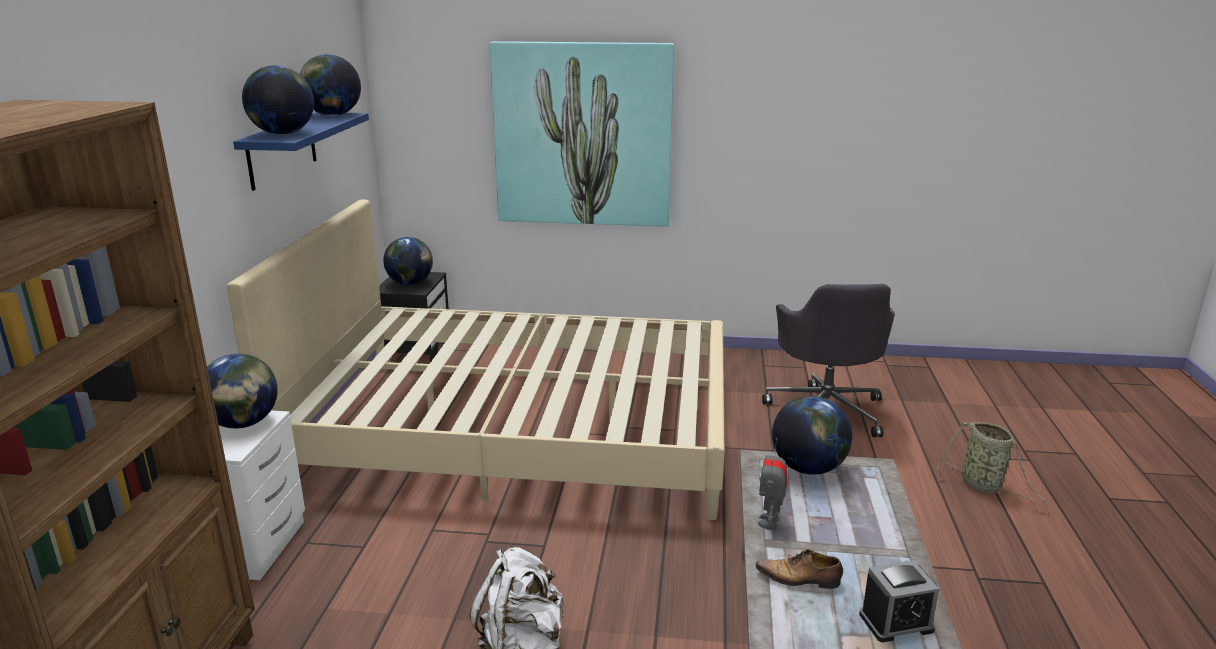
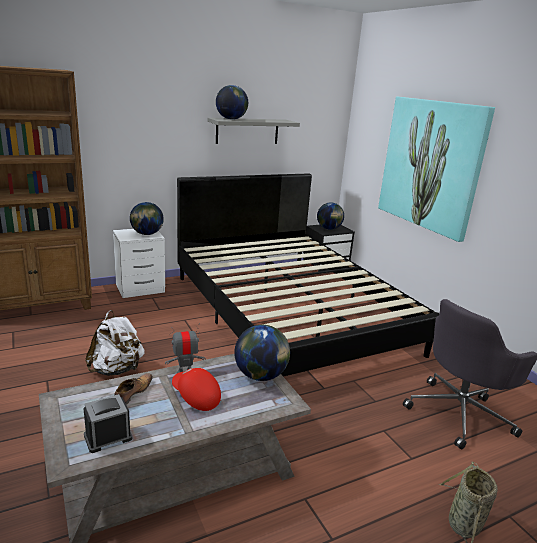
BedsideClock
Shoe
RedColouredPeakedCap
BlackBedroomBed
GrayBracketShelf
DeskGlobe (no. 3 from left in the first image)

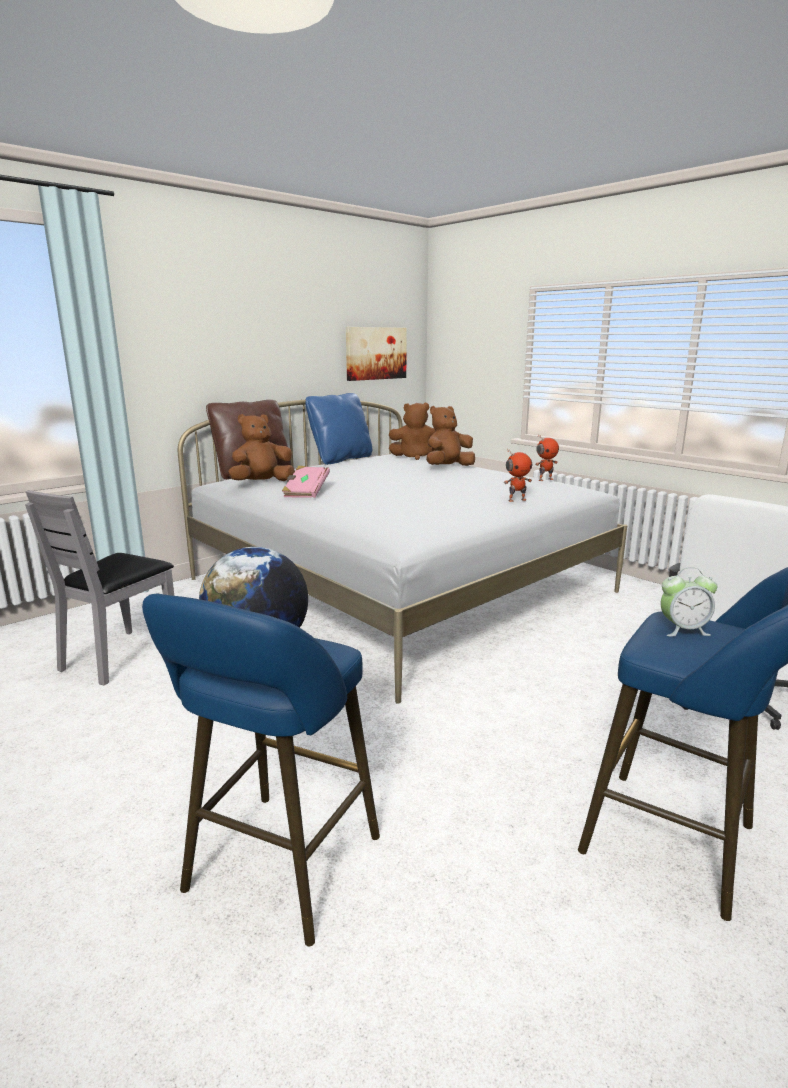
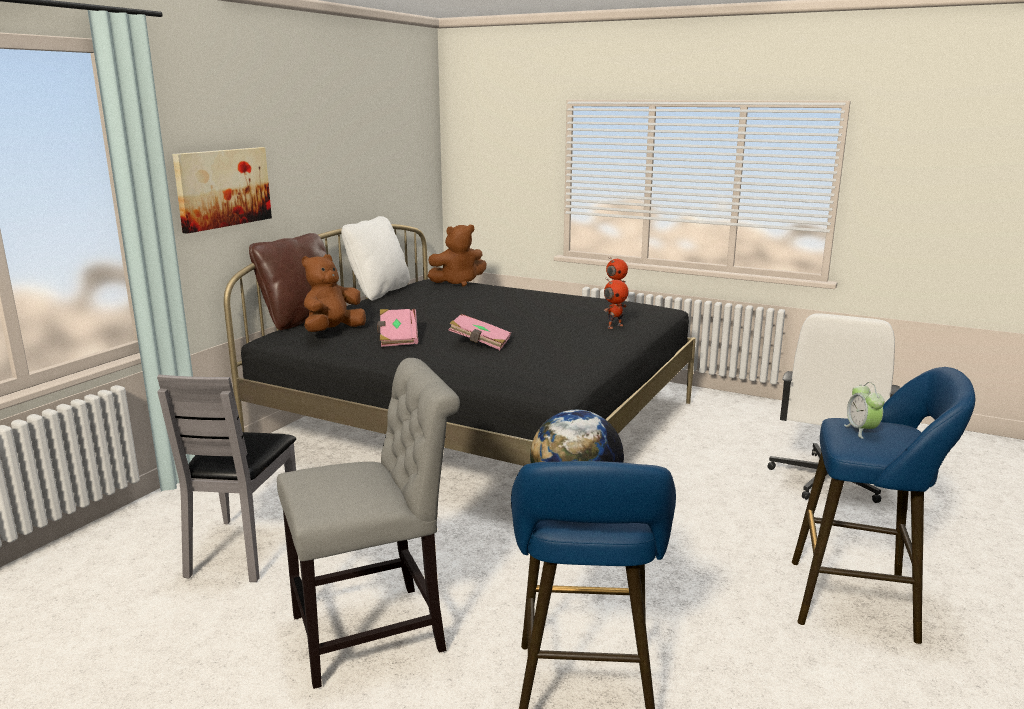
WallPicture
BlackBedroomBed
GrayUprightChair (no. 2 from left)
WhitishPillow
PinkColouredBoundBook (no. 2 from left)
BedsideClock
BrownPlushToy (no. 3 from left in the first image)

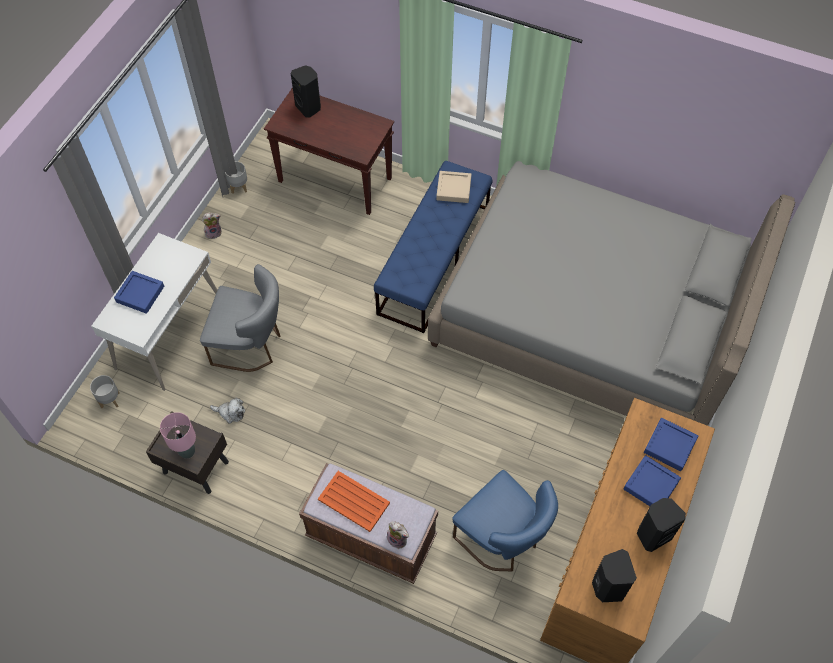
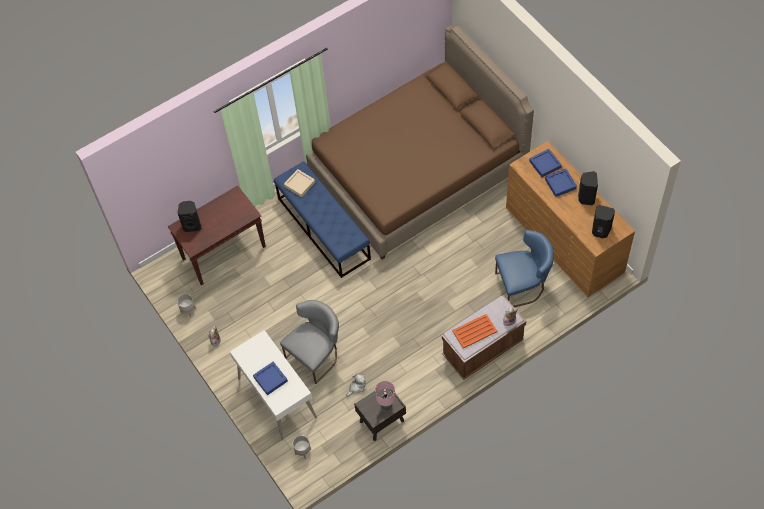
BrownBedroomBed

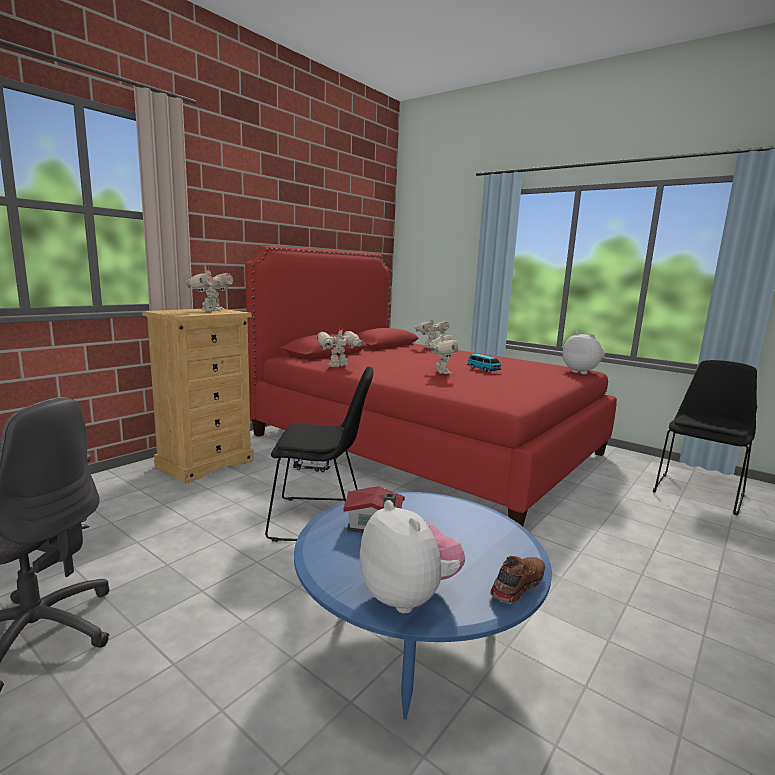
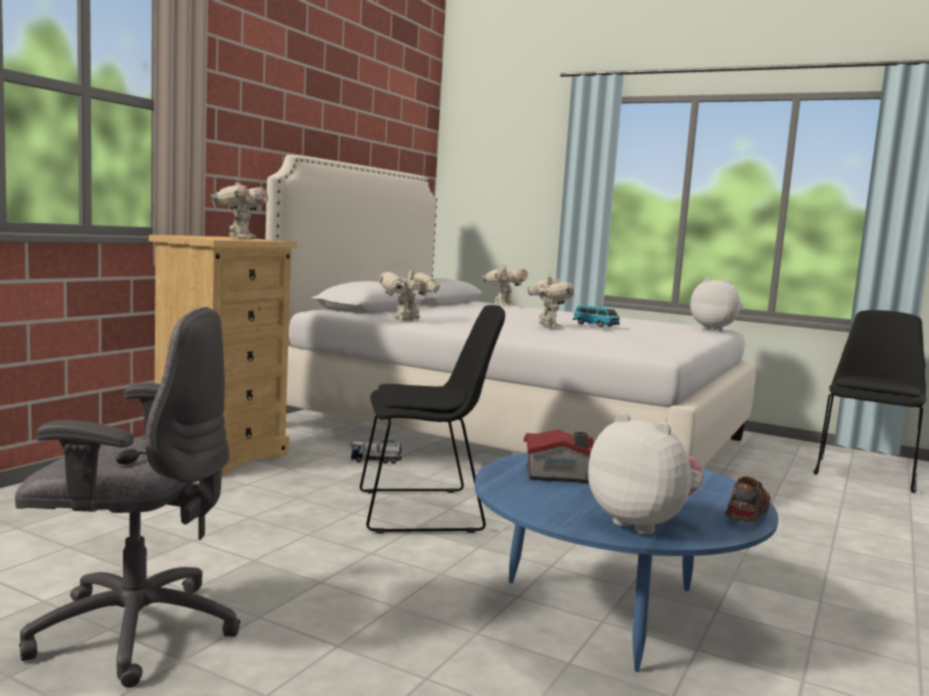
WhitishBedroomBed

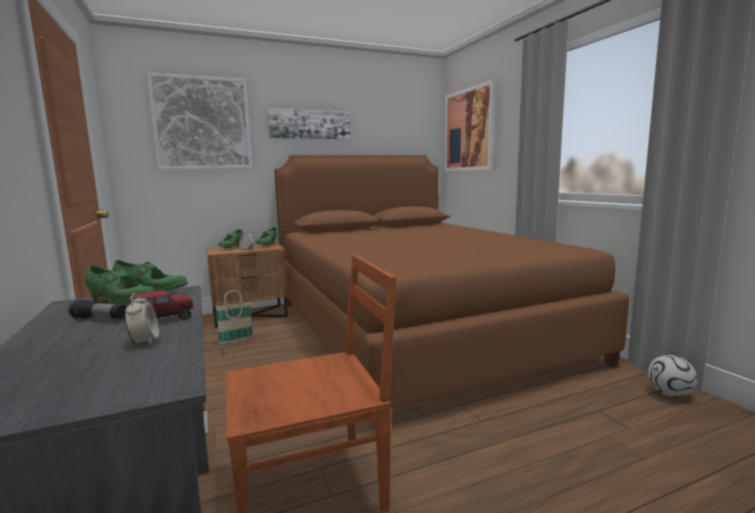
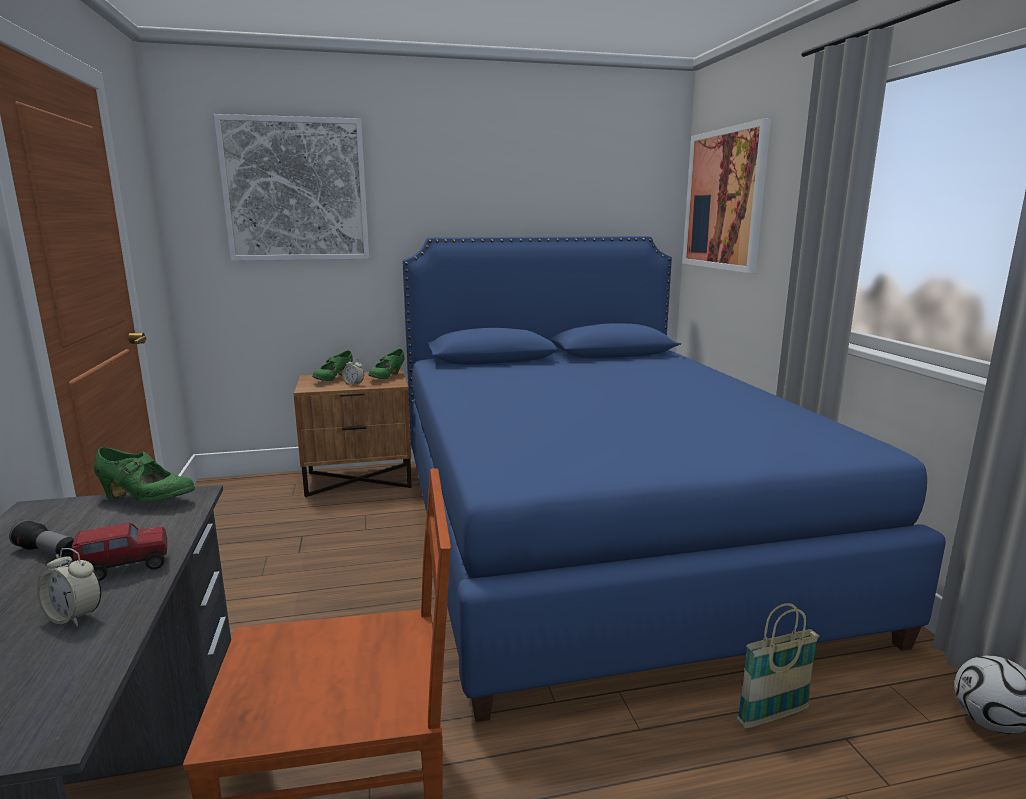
BedsideClock (no. 1 from left)
BlueColouredBedroomBed
StorageBasket
GreenishShoe (no. 1 from left in the first image)
WallPicture (no. 2 from left in the first image)

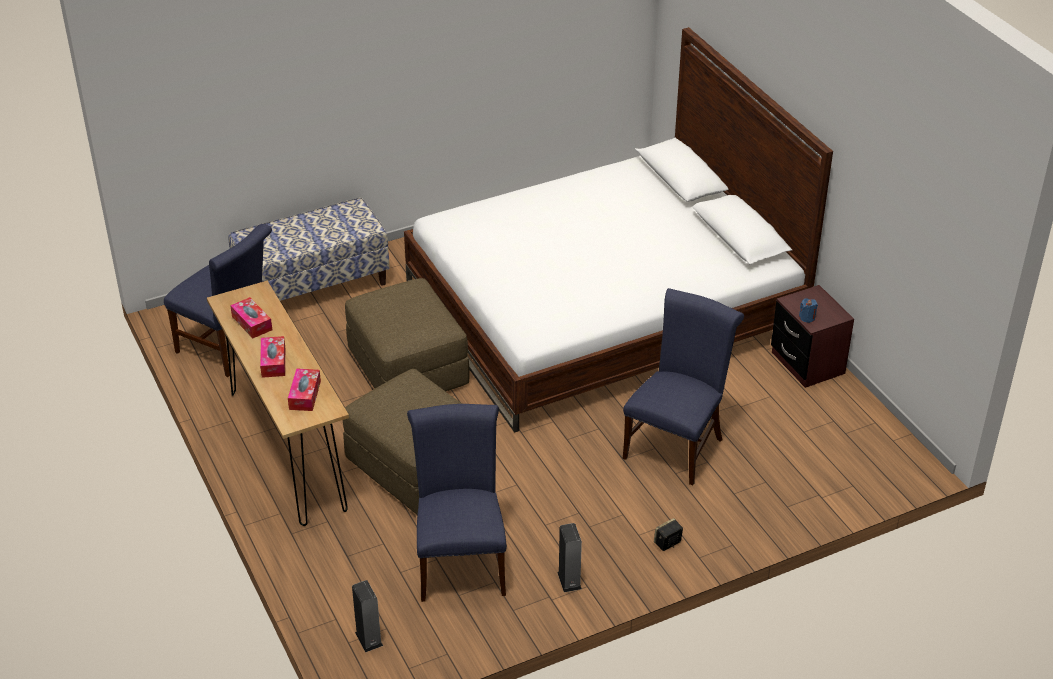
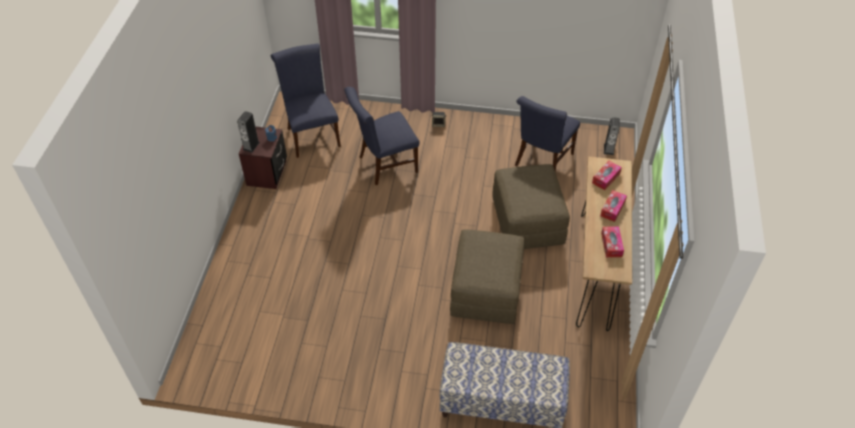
Speaker (no. 1 from left)
BlueColouredUprightChair (no. 1 from left)
BedroomBed

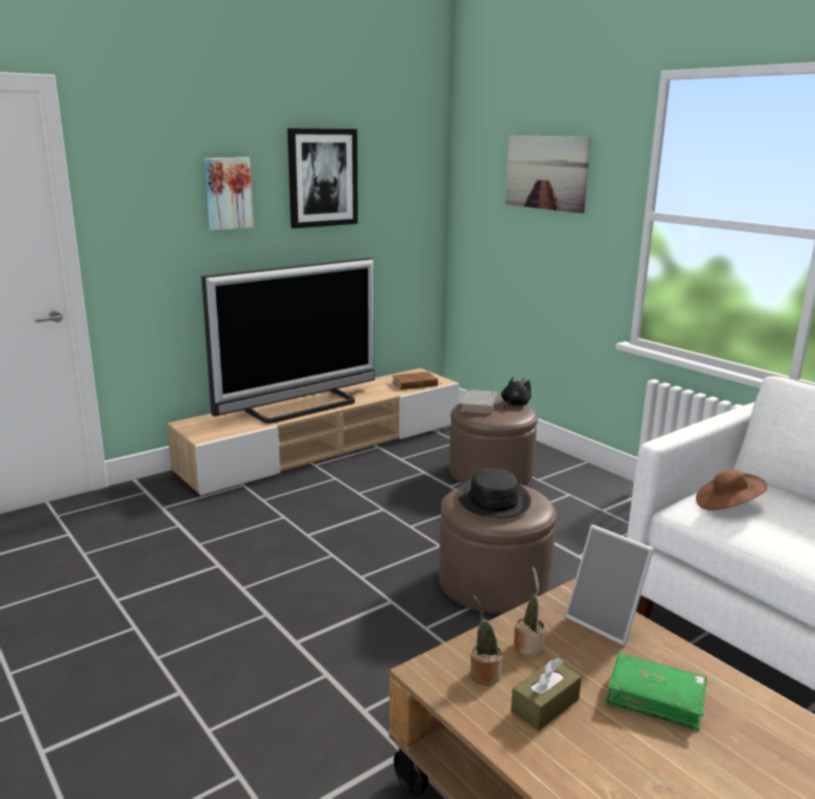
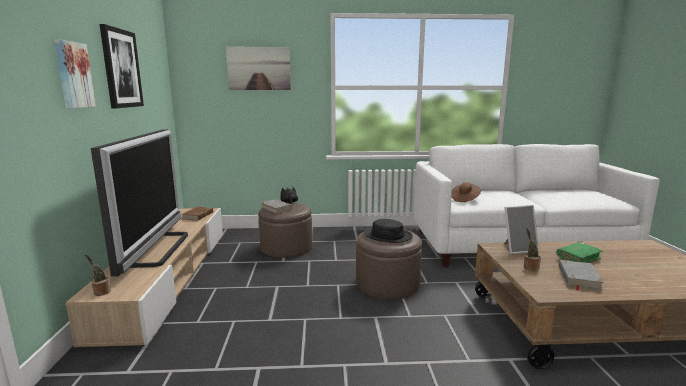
PottedPlant (no. 1 from left)
GrayBoundBook (no. 2 from left)

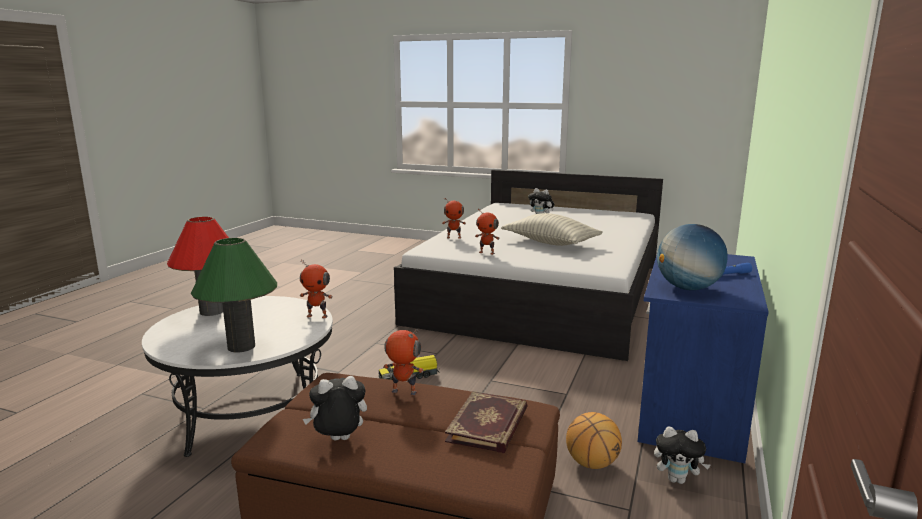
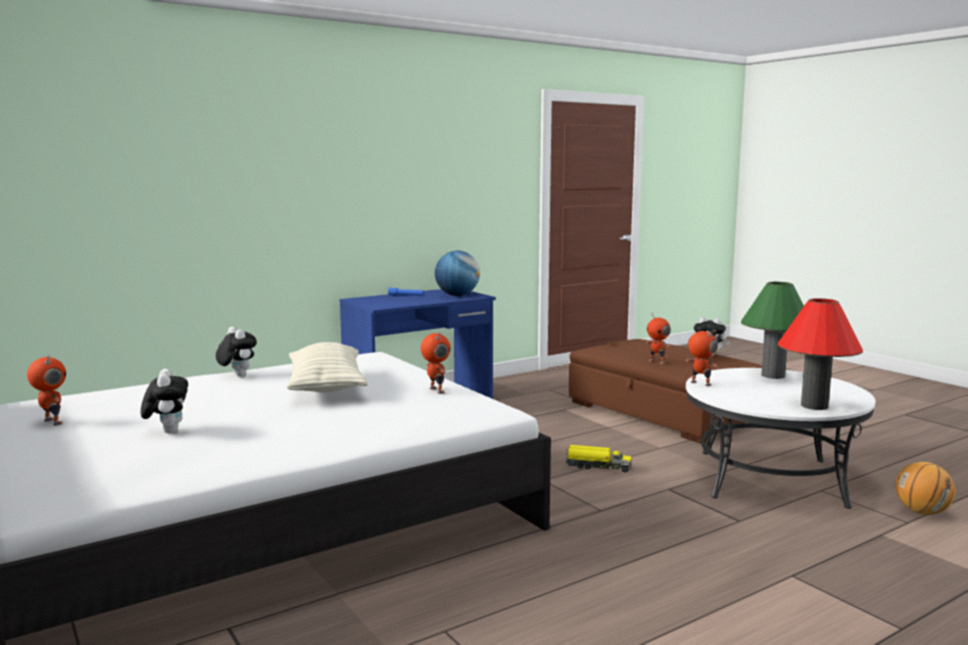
ModelRobot (no. 1 from left)
PlushToy (no. 2 from left)
Basketball
BoundBook

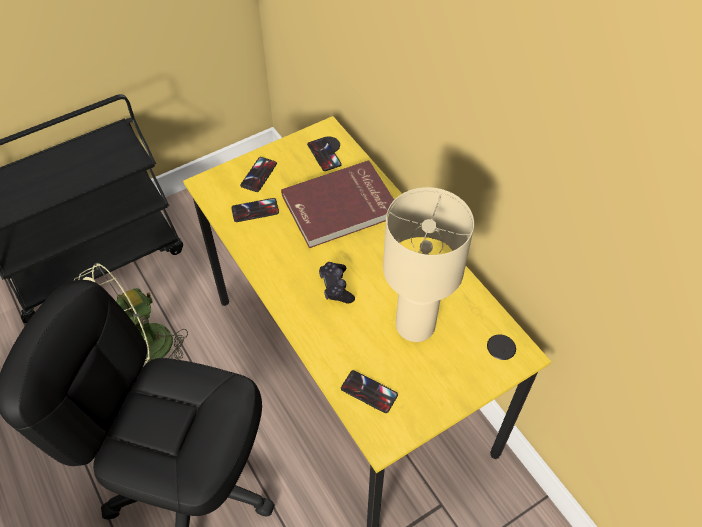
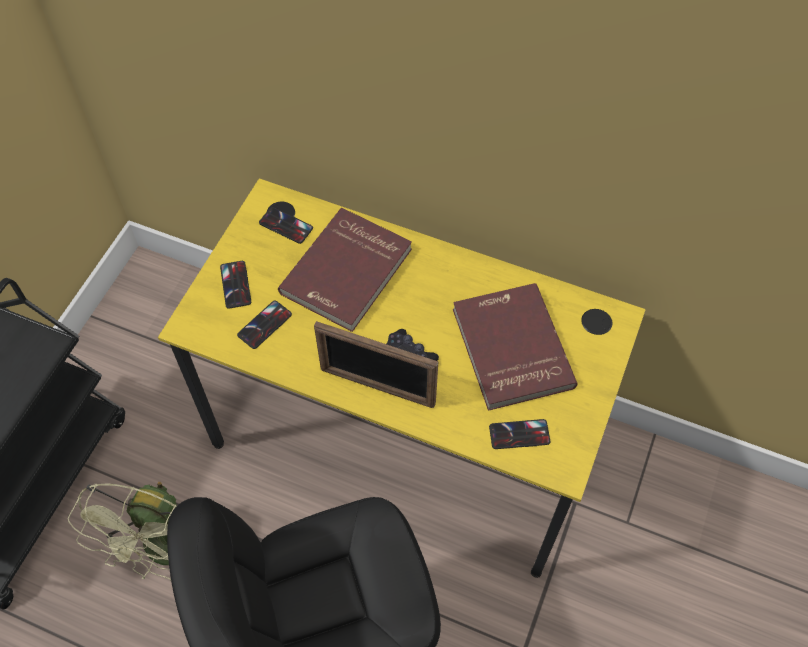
StandingFrame
RedColouredBoundBook (no. 2 from left)

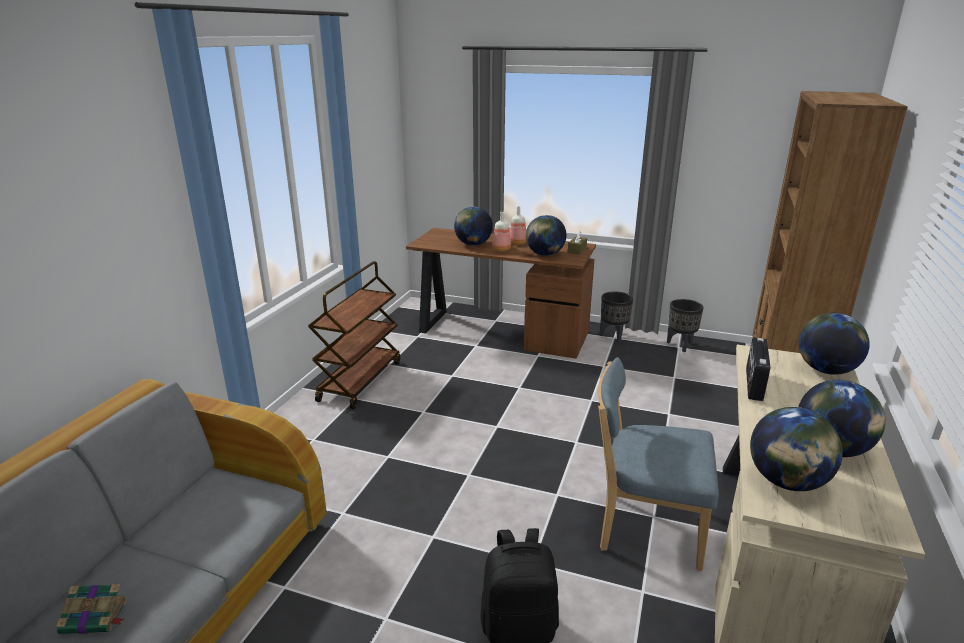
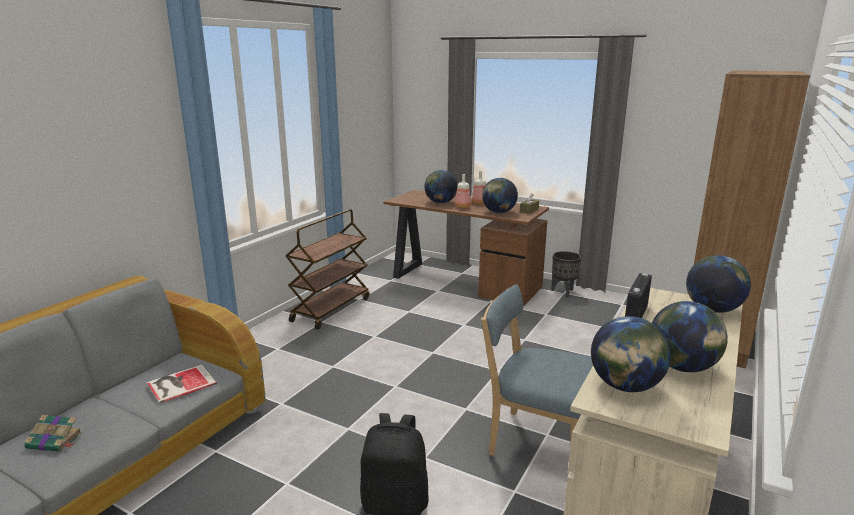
BoundBook (no. 2 from left)
BlackFlowerPot (no. 2 from left in the first image)

